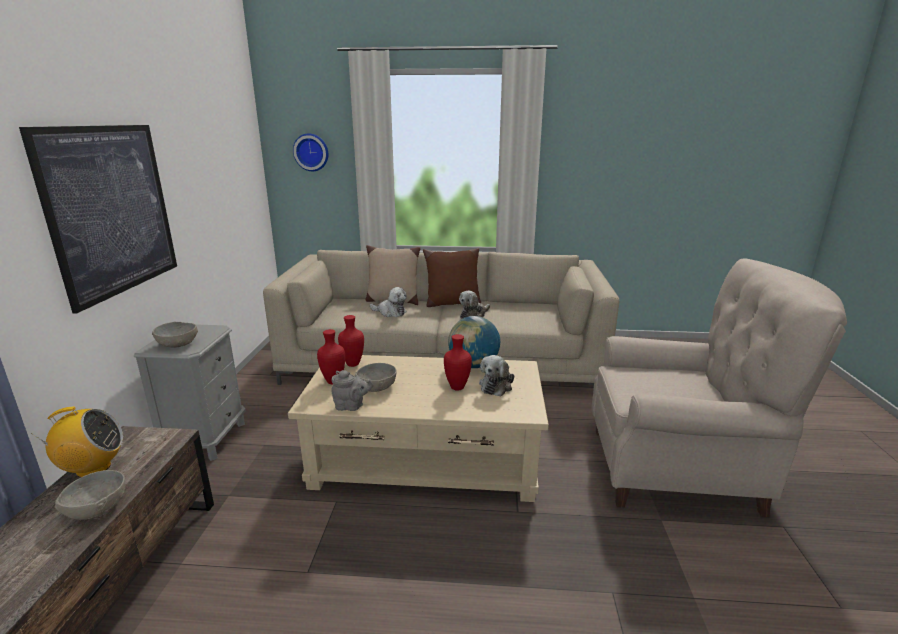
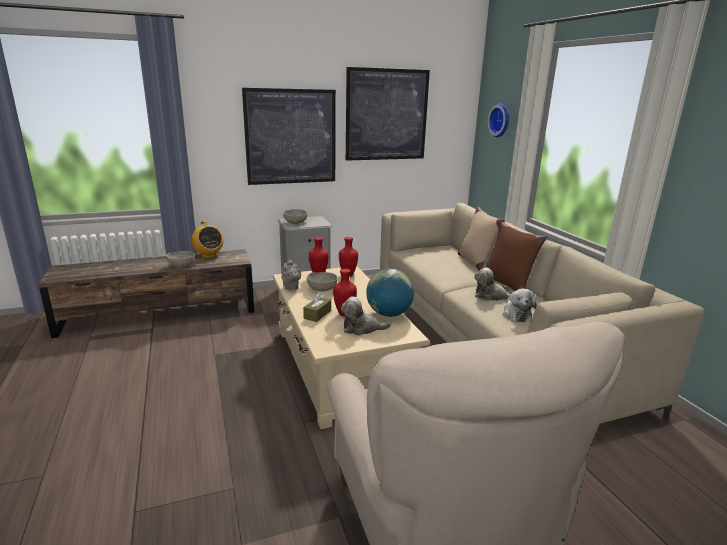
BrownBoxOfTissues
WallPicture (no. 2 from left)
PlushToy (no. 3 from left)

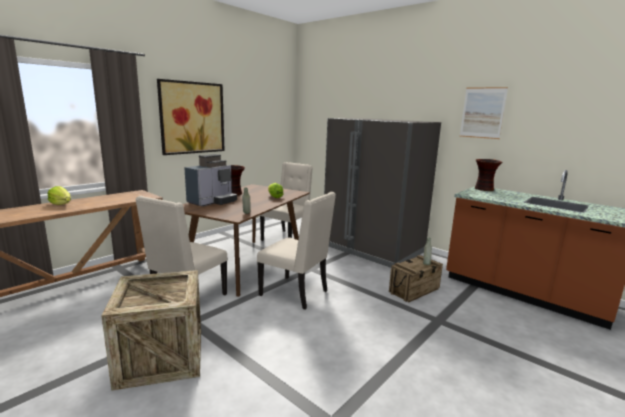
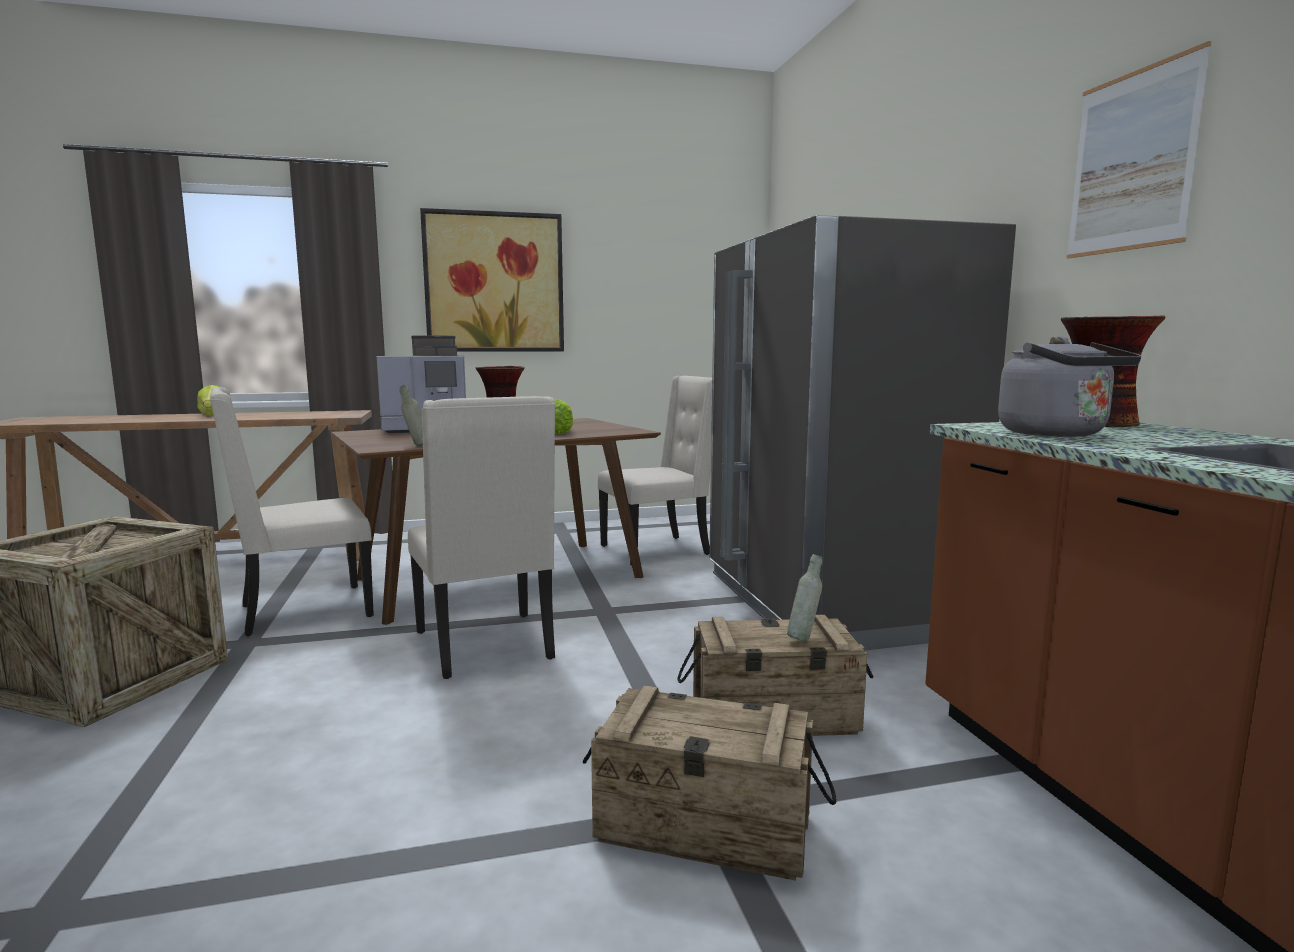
ShippingCrate (no. 2 from left)
GrayKettle

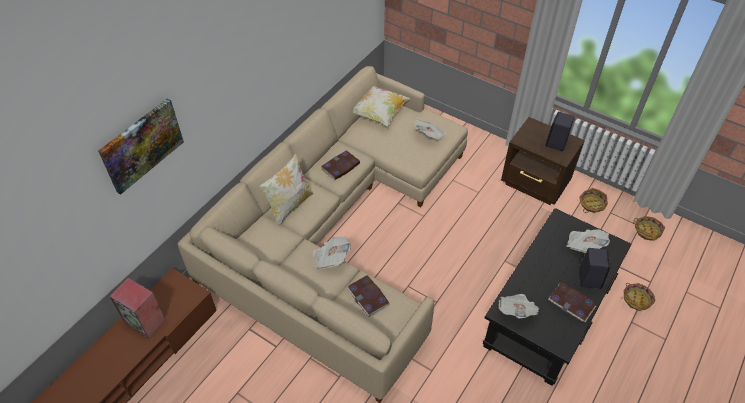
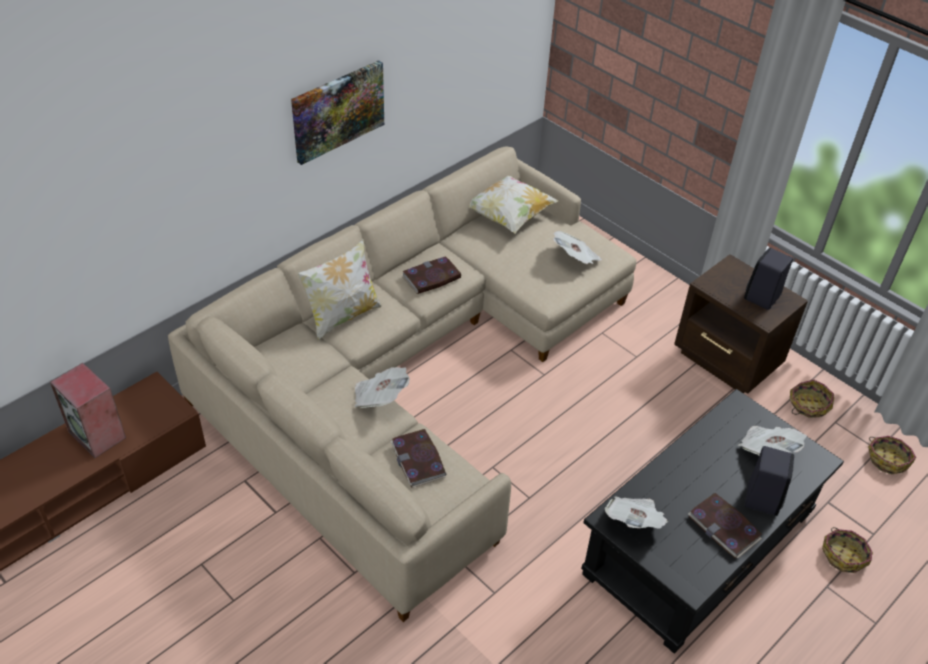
WallPicture

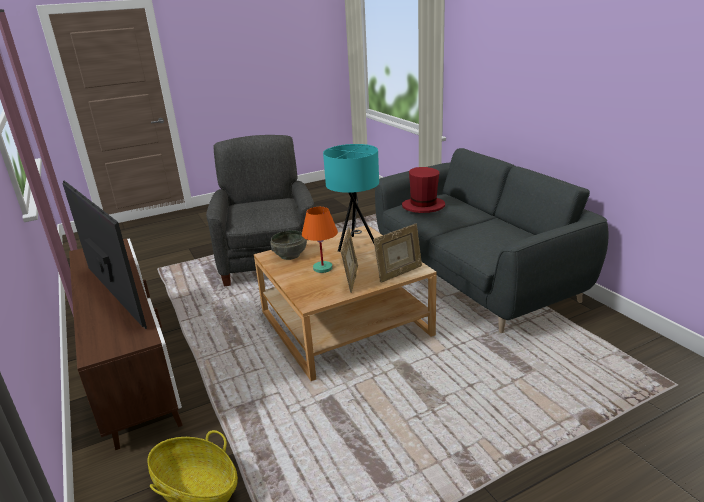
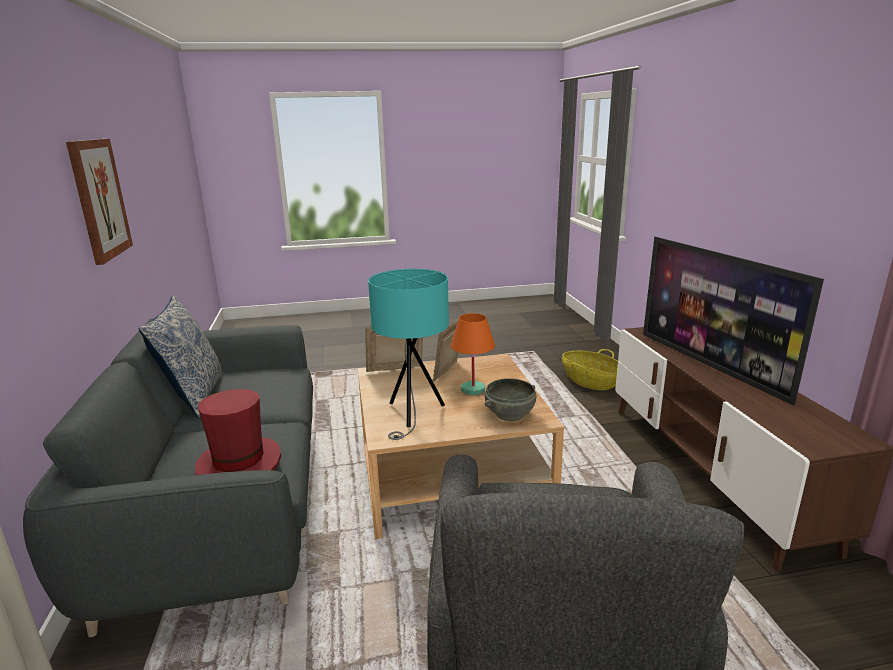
WallPicture
Pillow

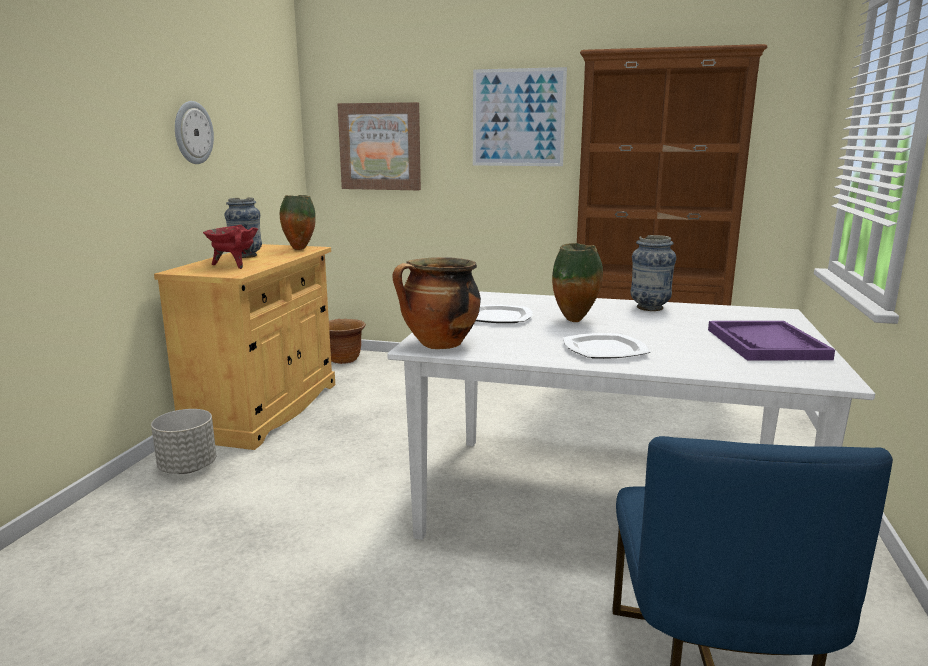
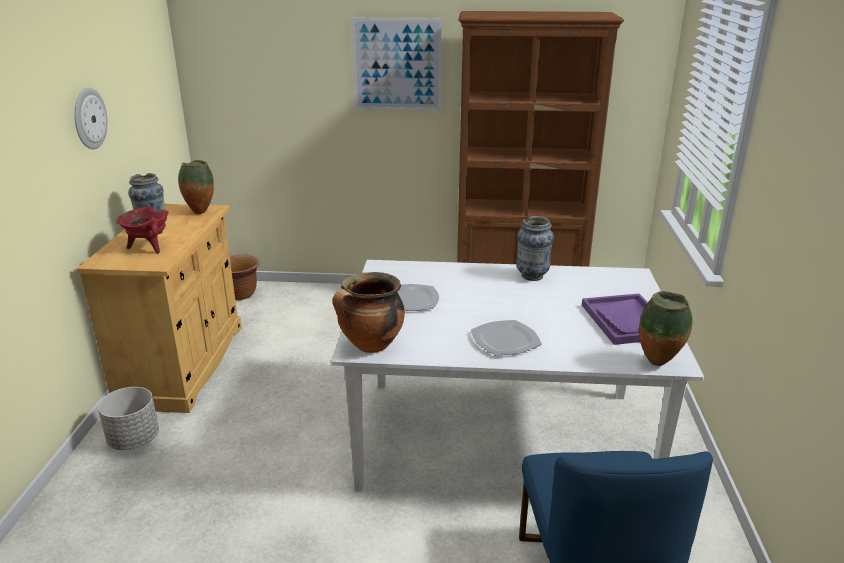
Vase (no. 4 from left)
WallPicture (no. 1 from left in the first image)

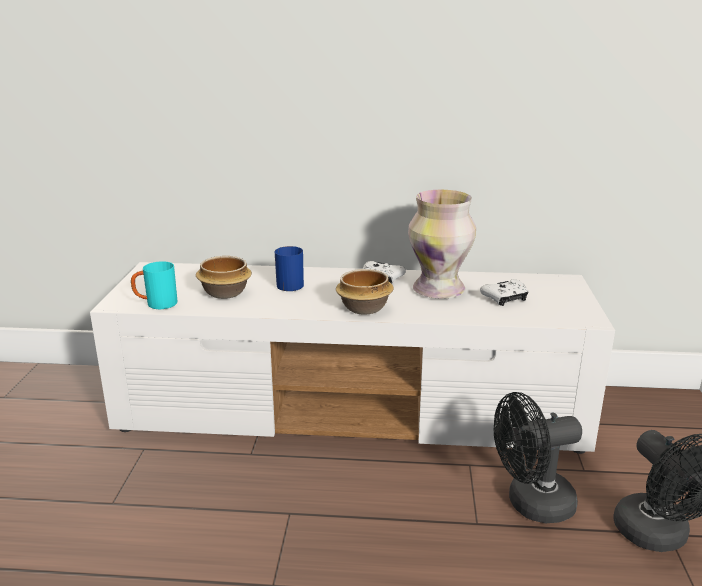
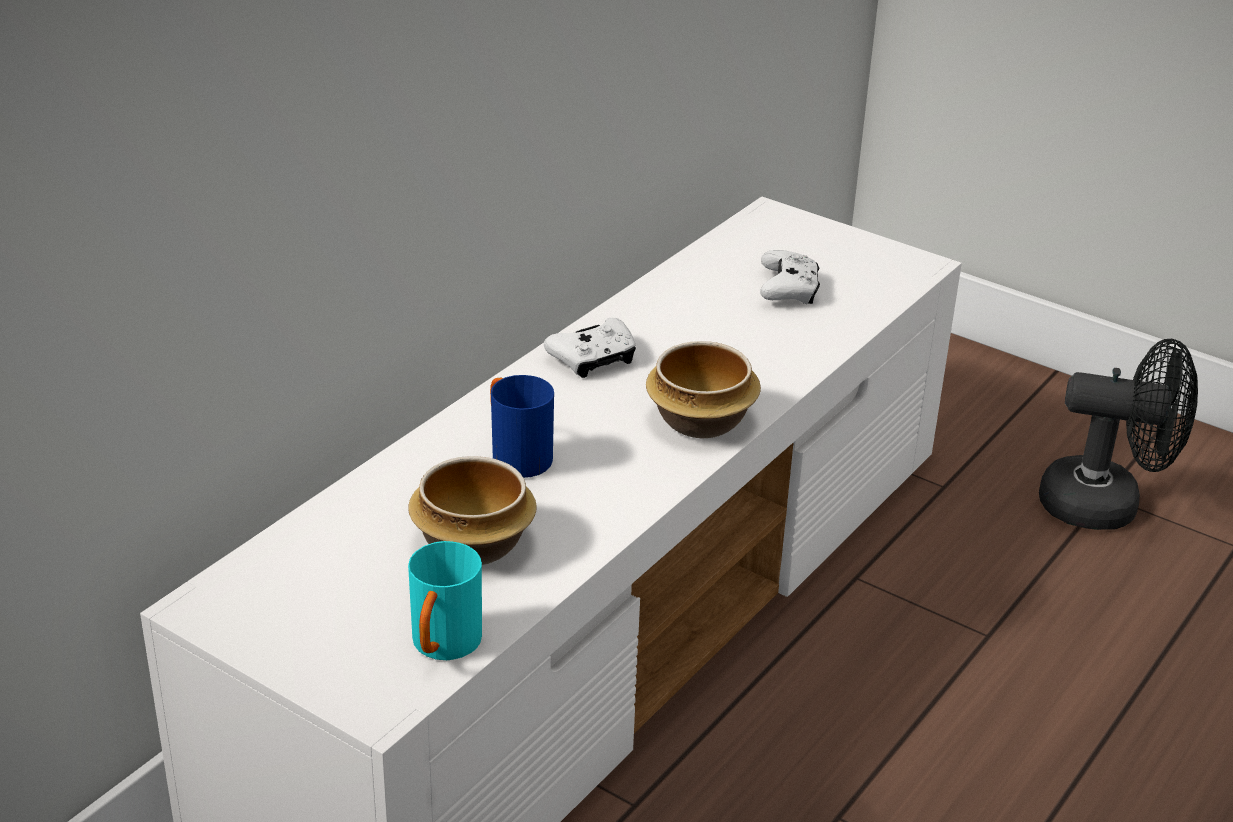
Vase
BlackElectricFan (no. 1 from left in the first image)

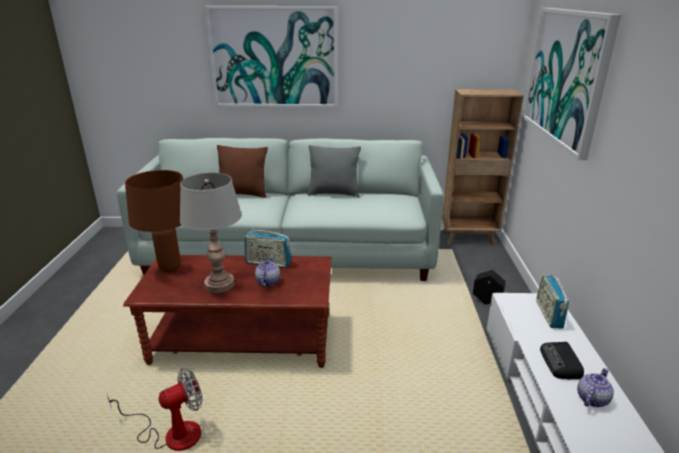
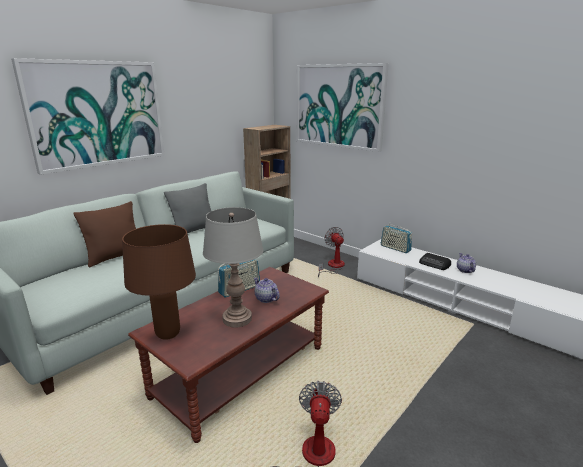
ElectricFan (no. 2 from left)

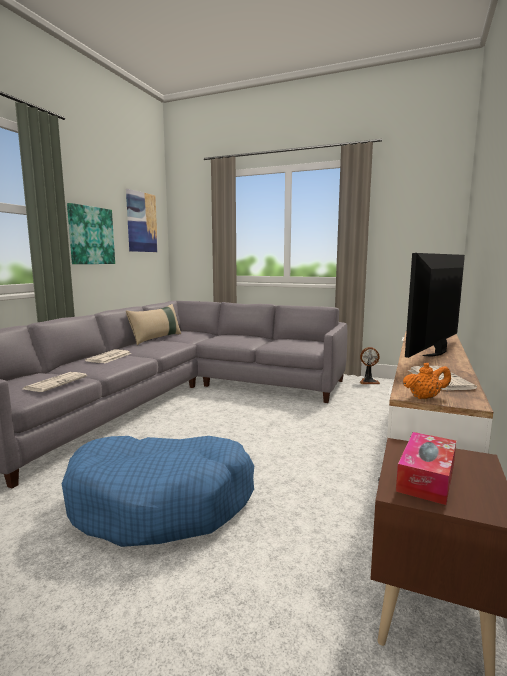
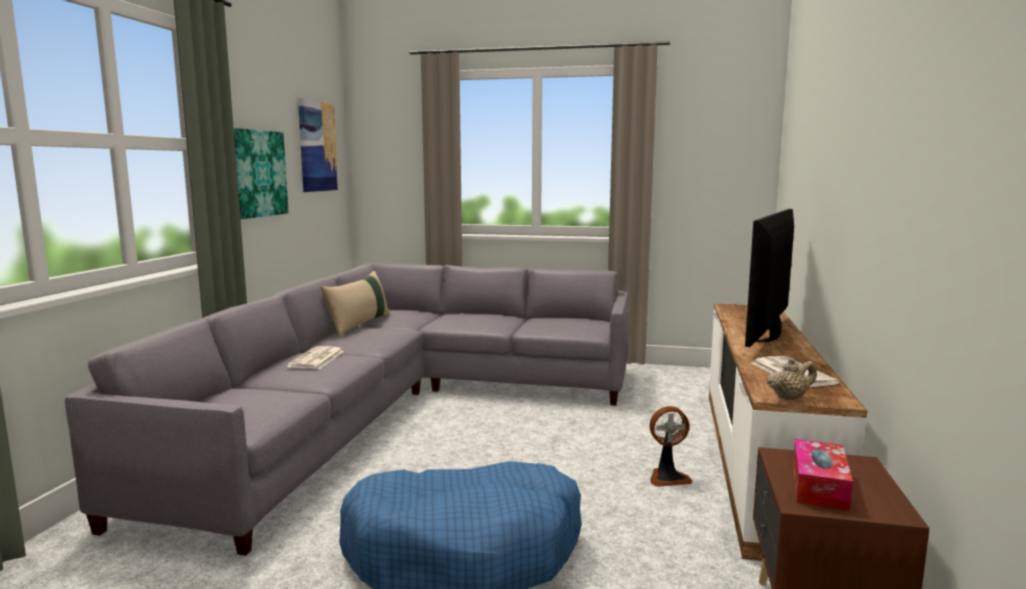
ElectricFan
BeigeColouredTeapot
PrintedPaper (no. 1 from left in the first image)

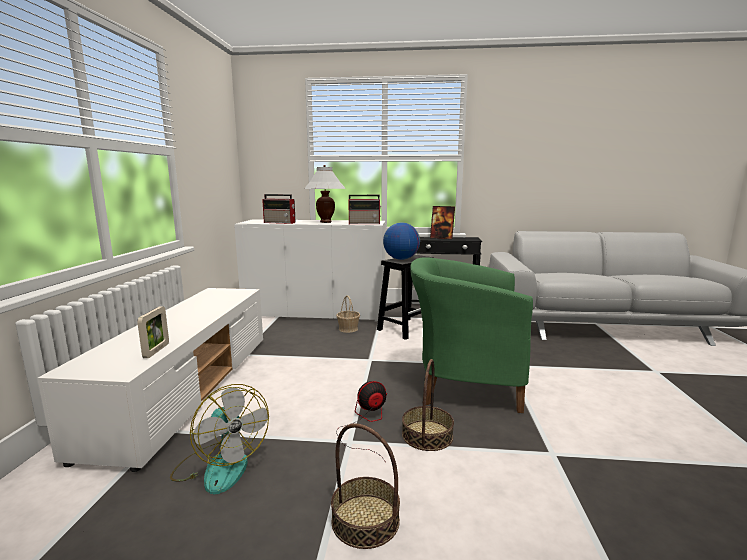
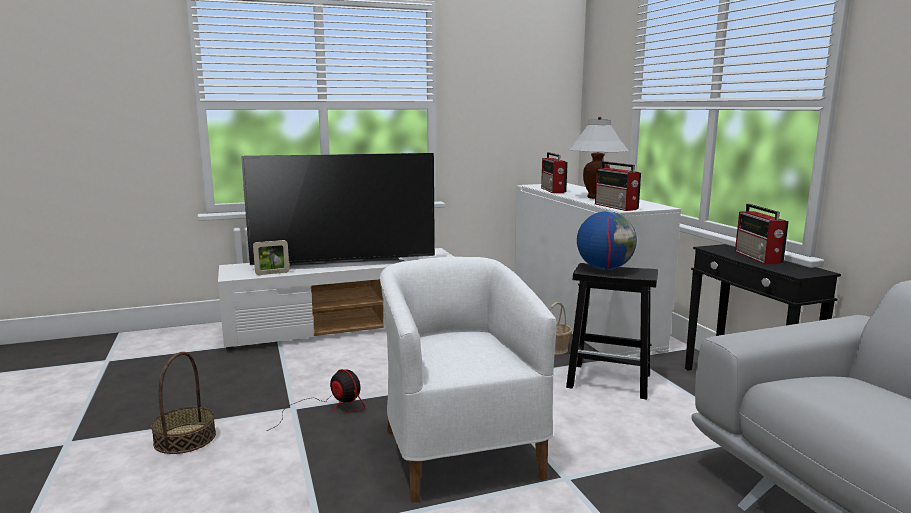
Television
WhitishArmchair
Radio (no. 3 from left)
ElectricFan (no. 1 from left in the first image)
StorageBasket (no. 3 from left in the first image)

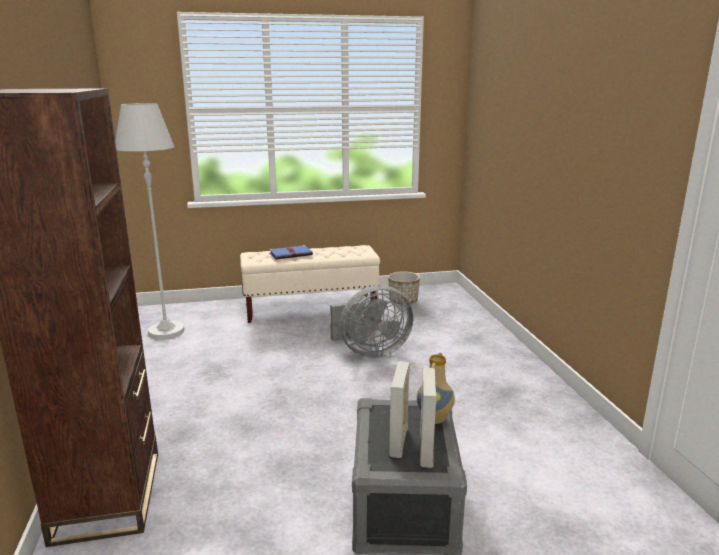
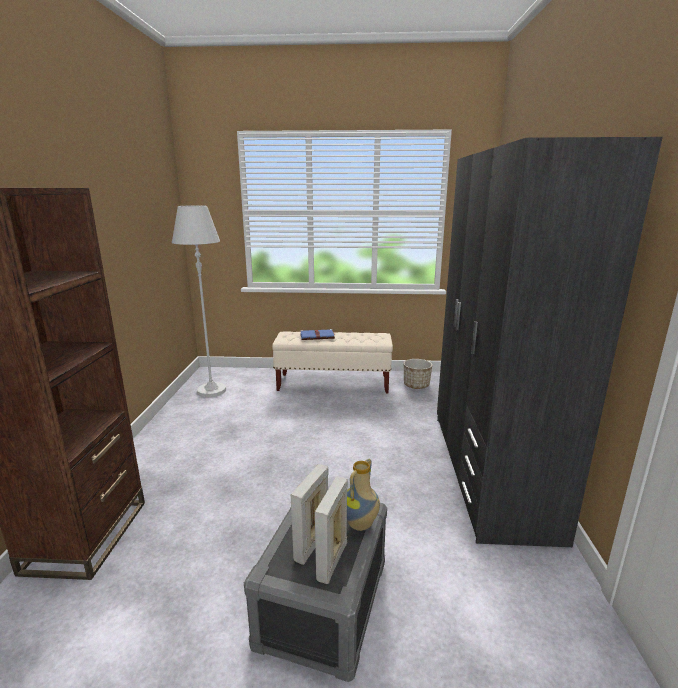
GrayArmoire
GrayElectricFan

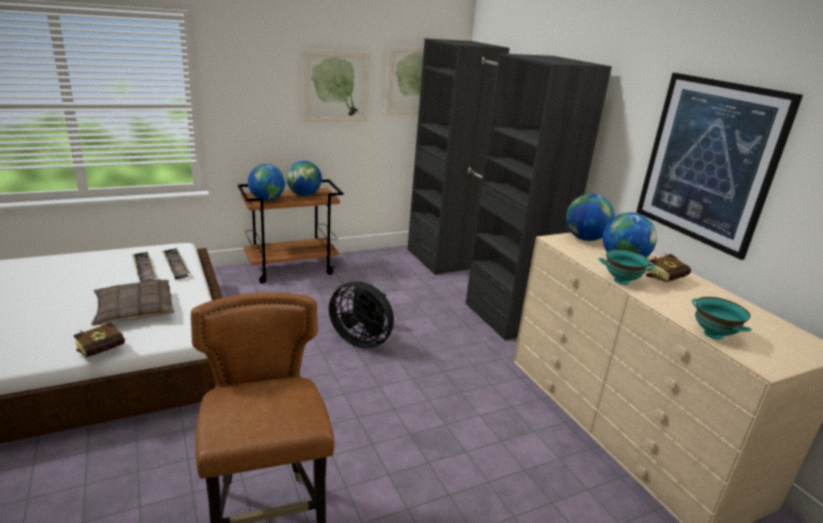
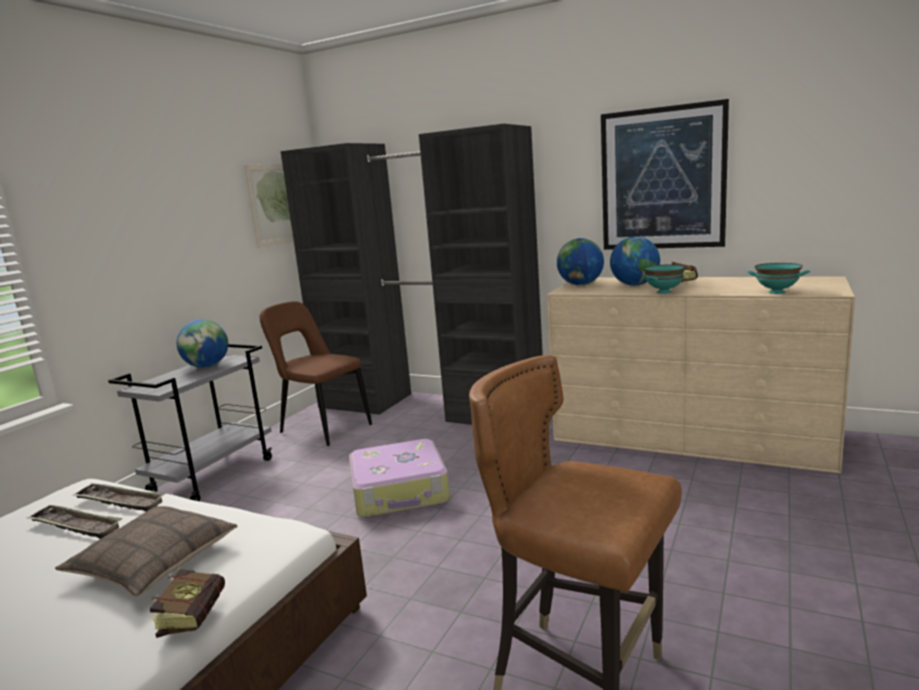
GrayTrolley
BrownUprightChair (no. 1 from left)
PieceOfLuggage
DeskGlobe (no. 1 from left in the first image)
WallPicture (no. 1 from left in the first image)

